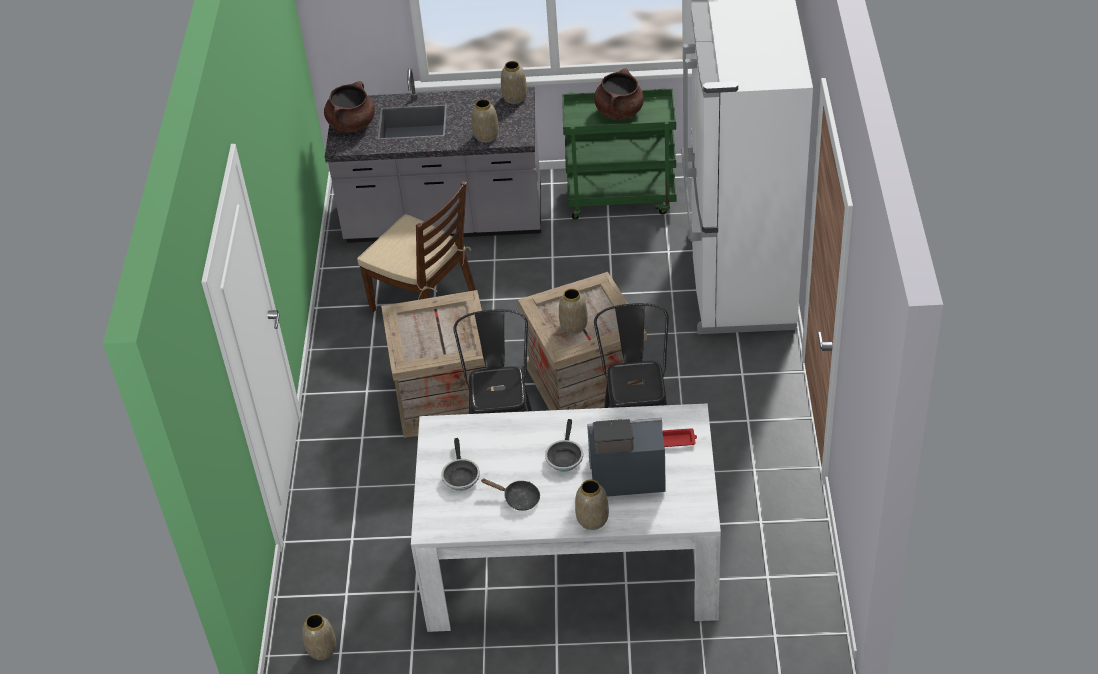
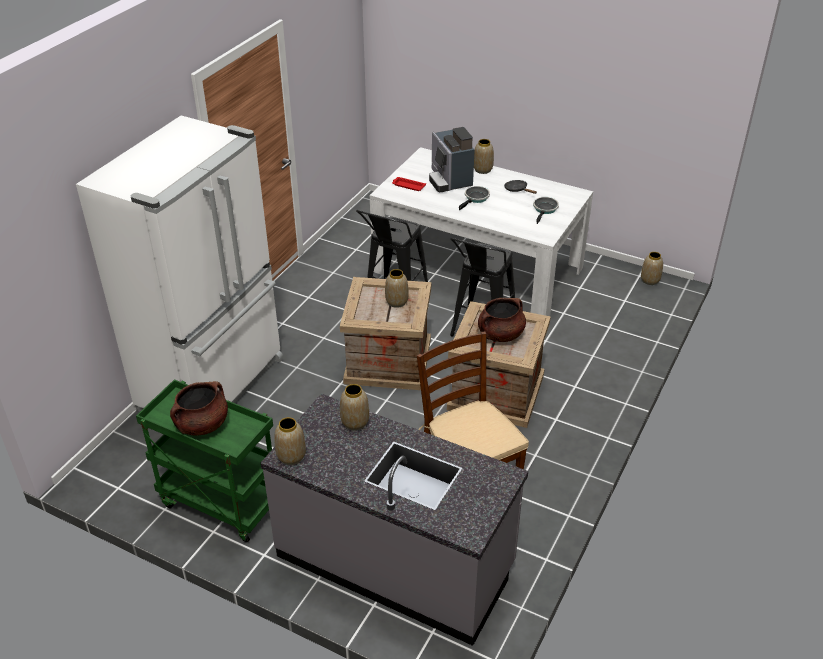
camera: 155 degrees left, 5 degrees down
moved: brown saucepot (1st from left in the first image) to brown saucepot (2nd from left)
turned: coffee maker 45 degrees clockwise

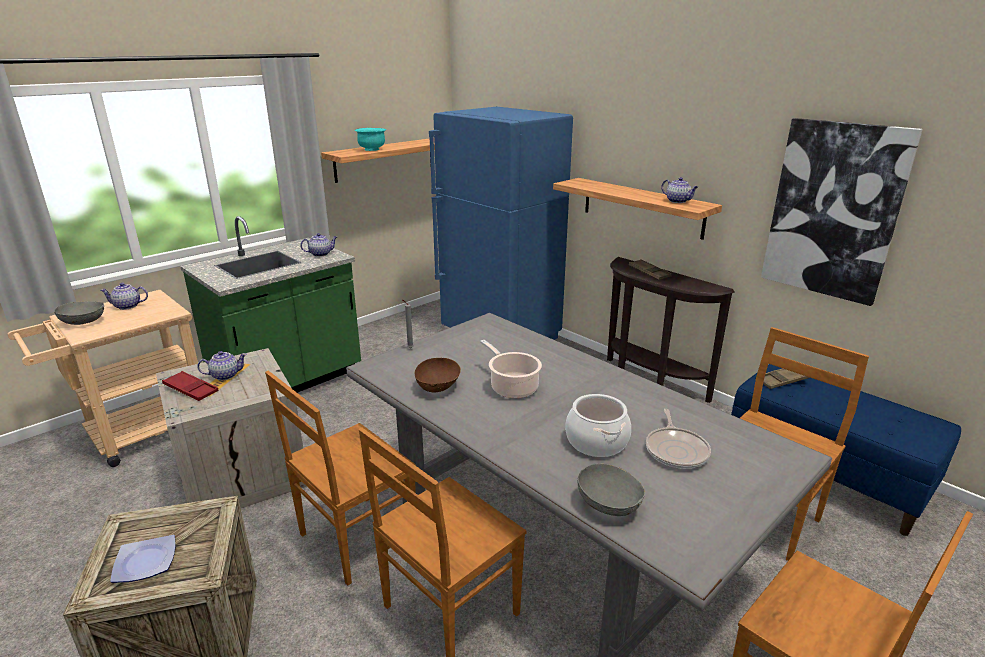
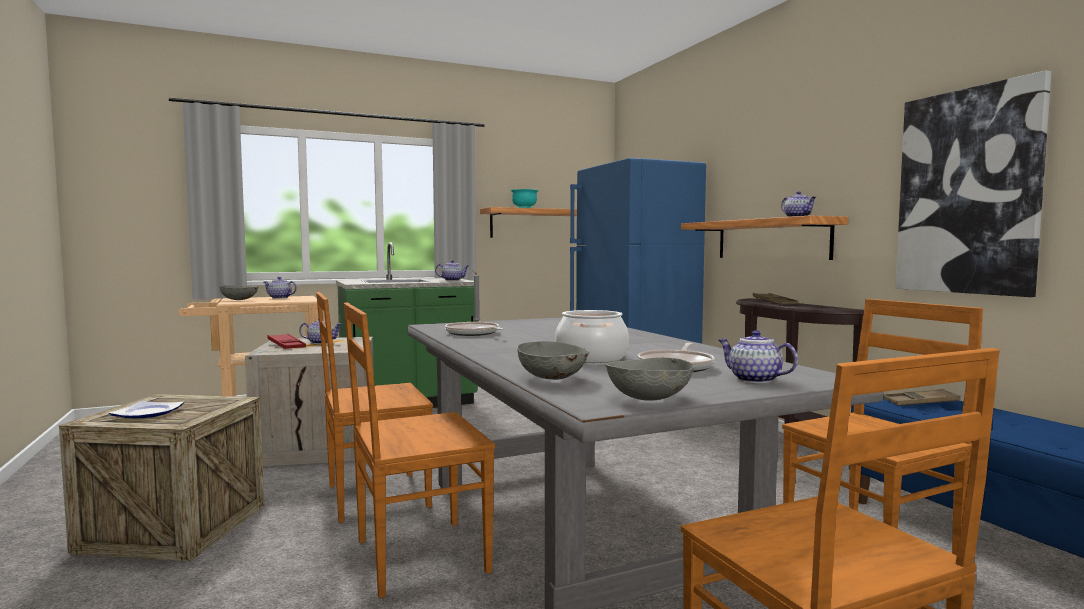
camera: 20 degrees right, 20 degrees down
removed: saucepot (1st from left)
added: greyish serving bowl (3rd from left); tea pot (4th from left)
replaced: brown serving bowl to pan (1st from left)

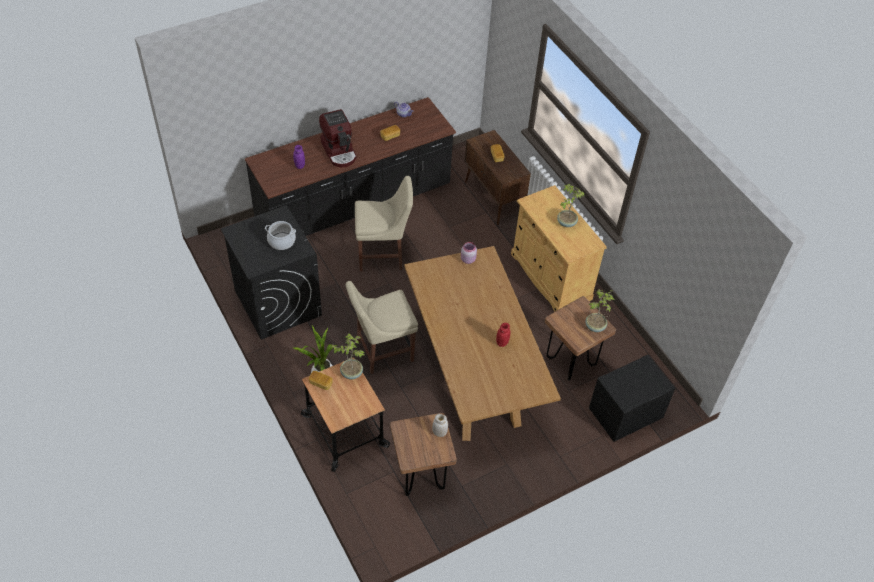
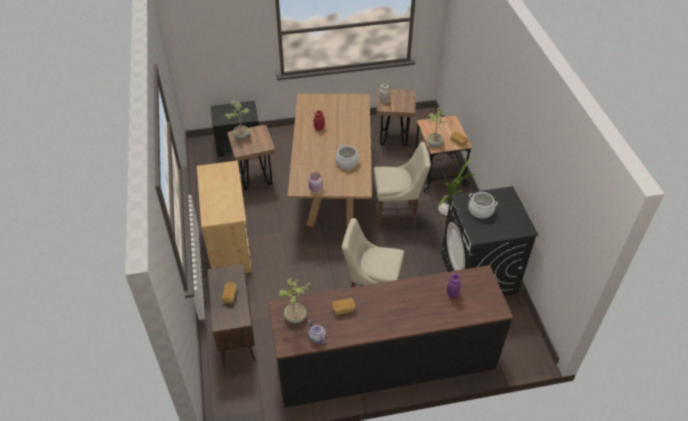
camera: 160 degrees left, 5 degrees down
removed: coffee maker
added: saucepot (1st from left)
moved: houseplant (3rd from left in the first image) to houseplant (2nd from left)

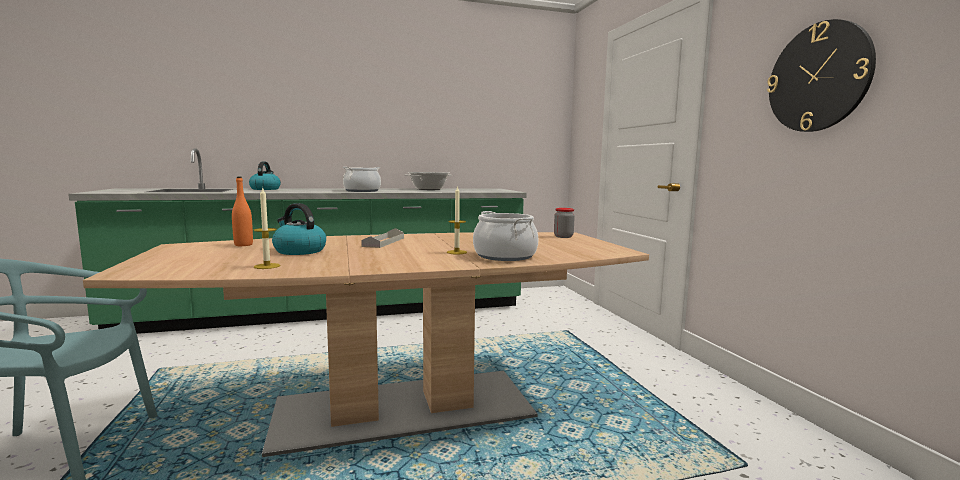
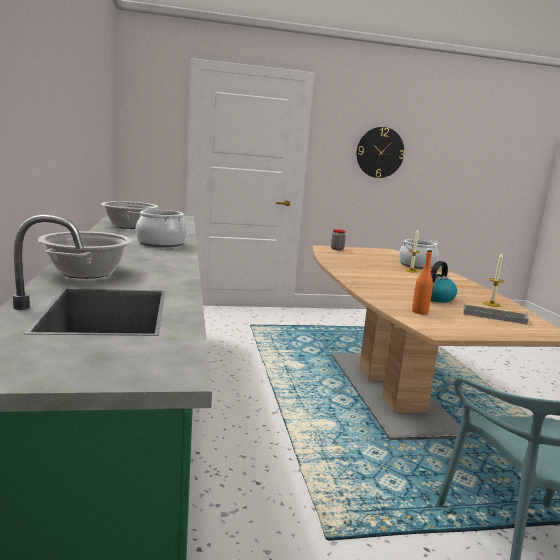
camera: 85 degrees left, 5 degrees up
moved: greyish serving tray
replaced: tea kettle (1st from left) to saucepot (1st from left)

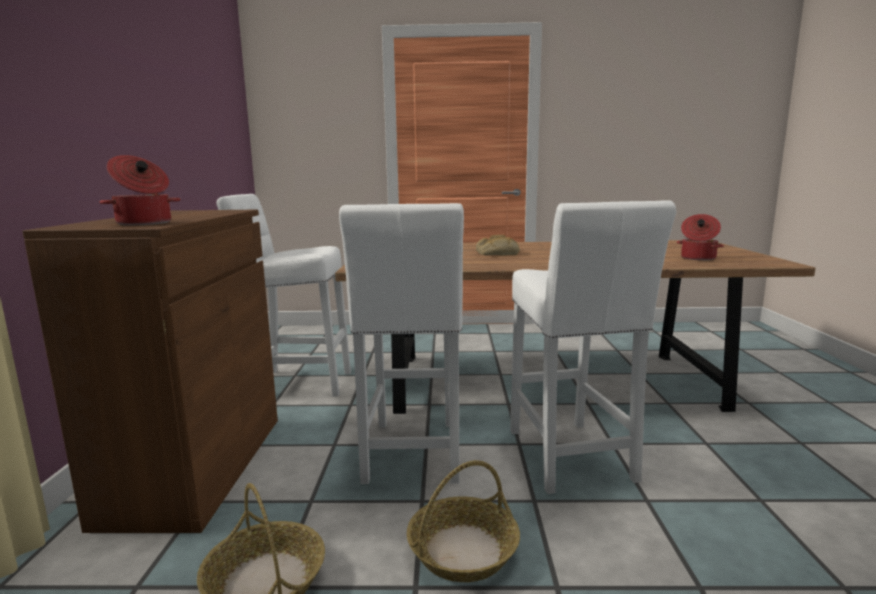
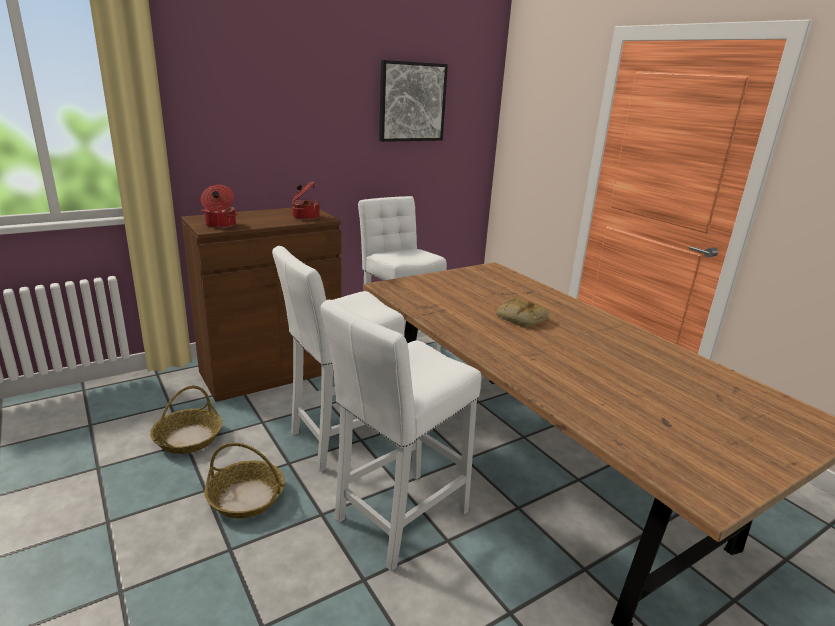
camera: 55 degrees right, 10 degrees up
added: picture
moved: saucepot (2nd from left)

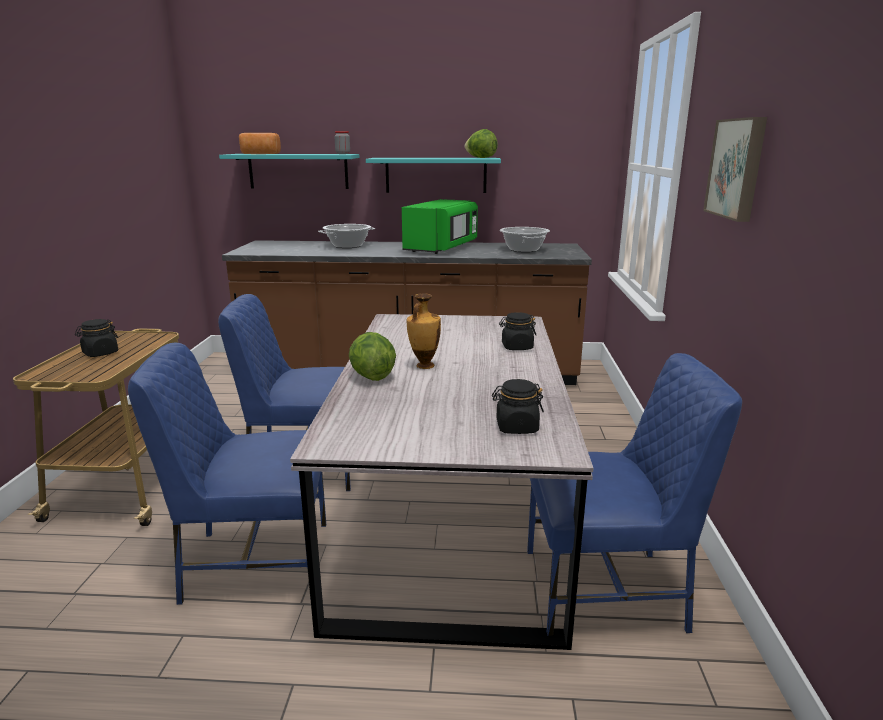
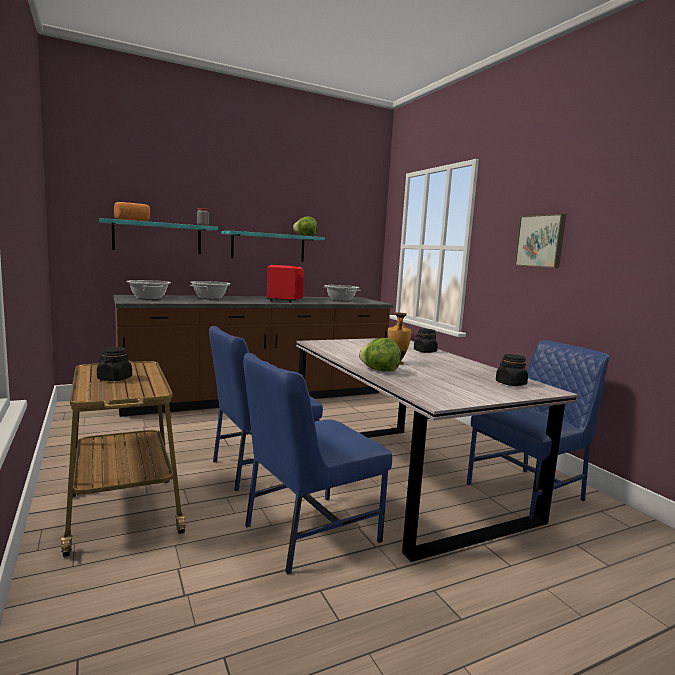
camera: 30 degrees left, 10 degrees down
added: saucepot (1st from left)
recoloured: green microwave oven to red-coloured microwave oven

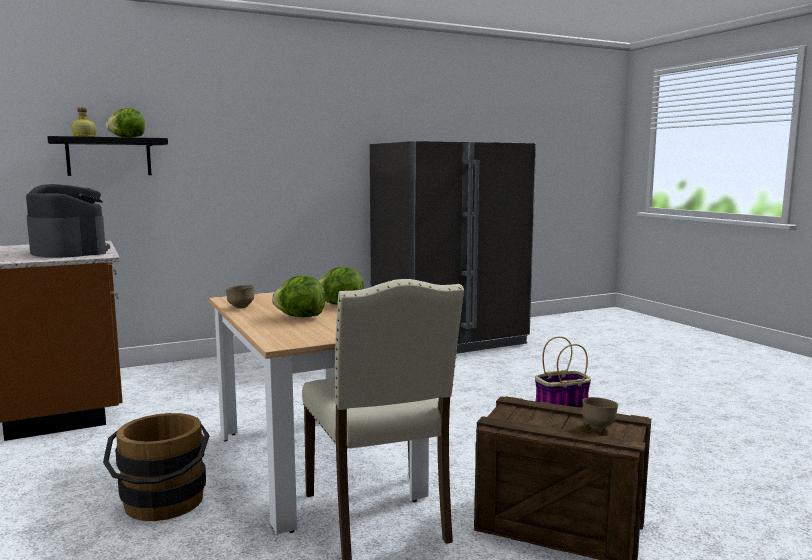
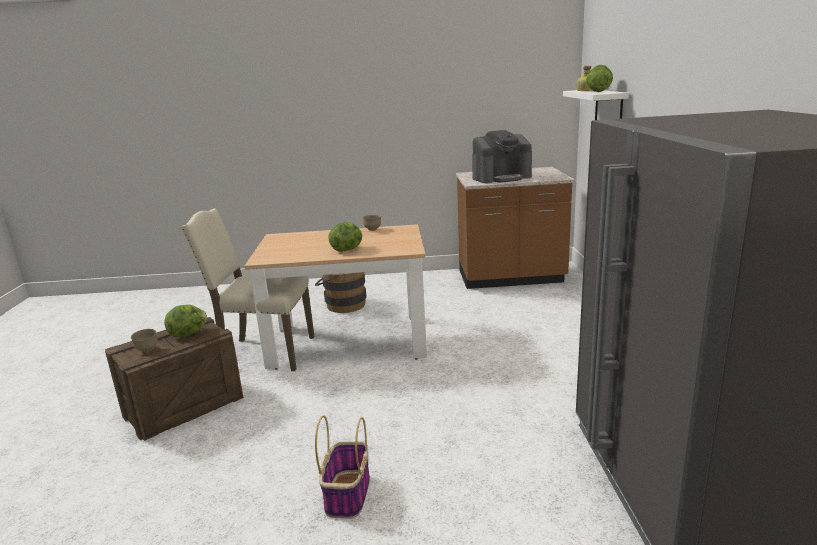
camera: 115 degrees right, 10 degrees up
moved: lettuce head (2nd from left in the first image) to lettuce head (1st from left)
recoloured: blackish bracket shelf to white bracket shelf

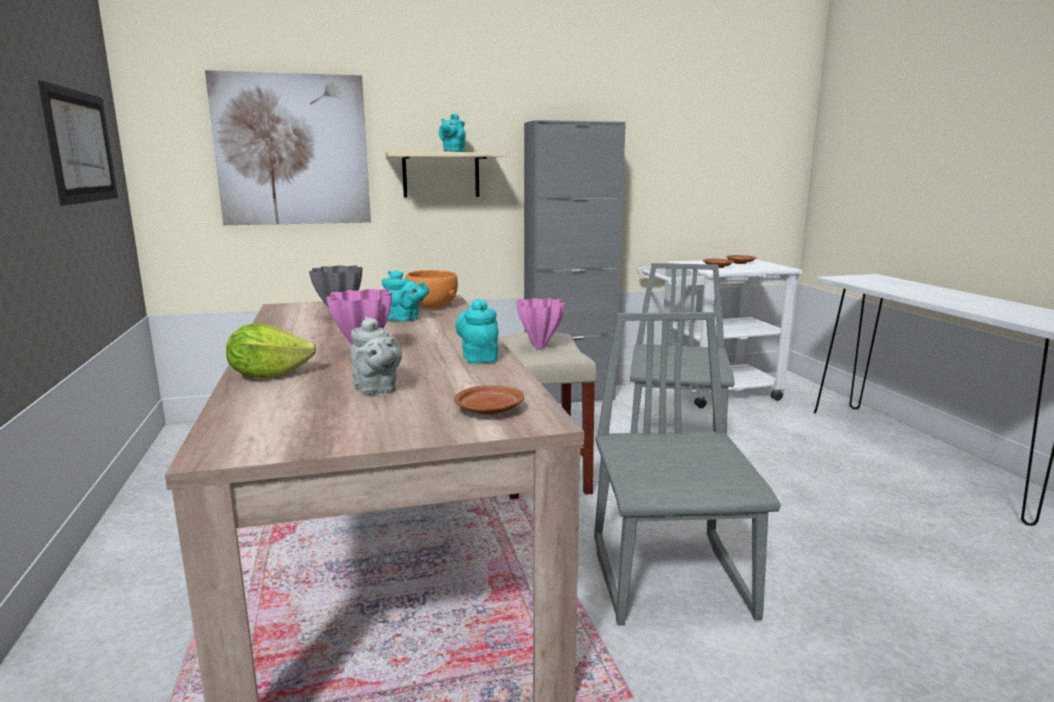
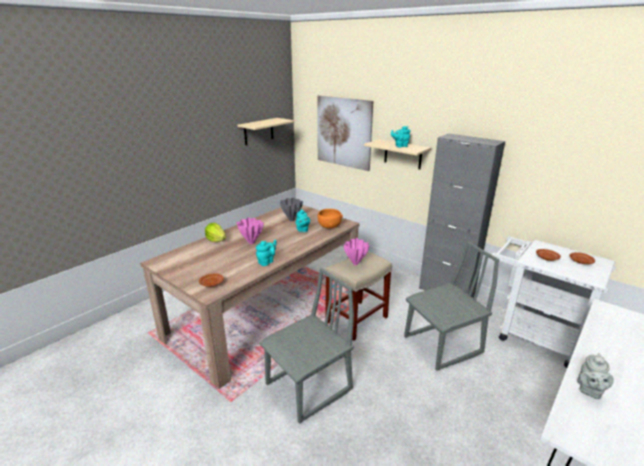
camera: 55 degrees right, 10 degrees up
moved: greyish tea pot
replaced: picture (1st from left) to beige-coloured bracket shelf (1st from left)

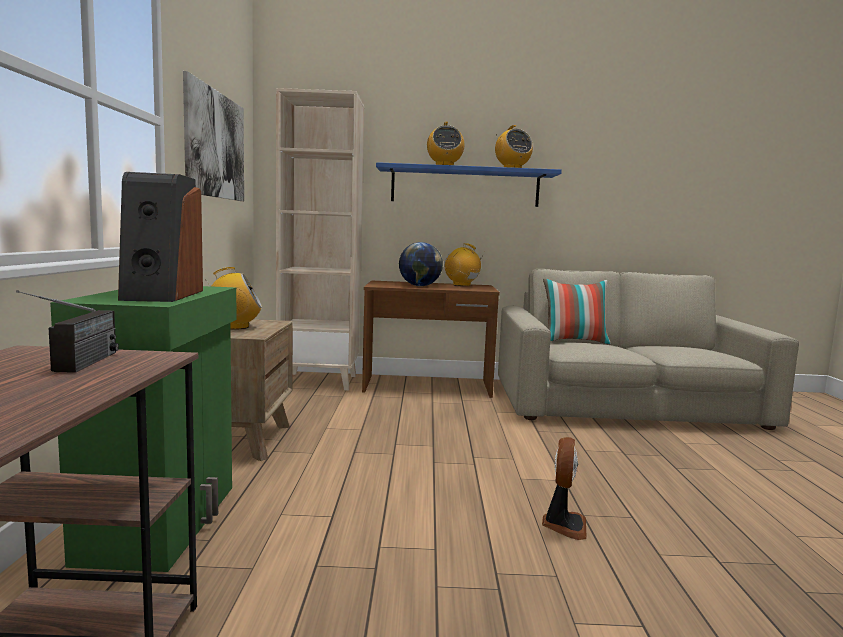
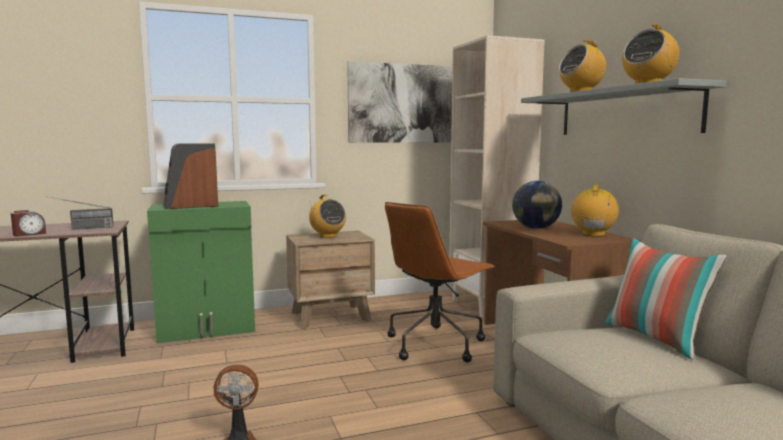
camera: 70 degrees right, 0 degrees up
added: bedside clock; brown desk chair
recoloured: bluish bracket shelf to greyish bracket shelf

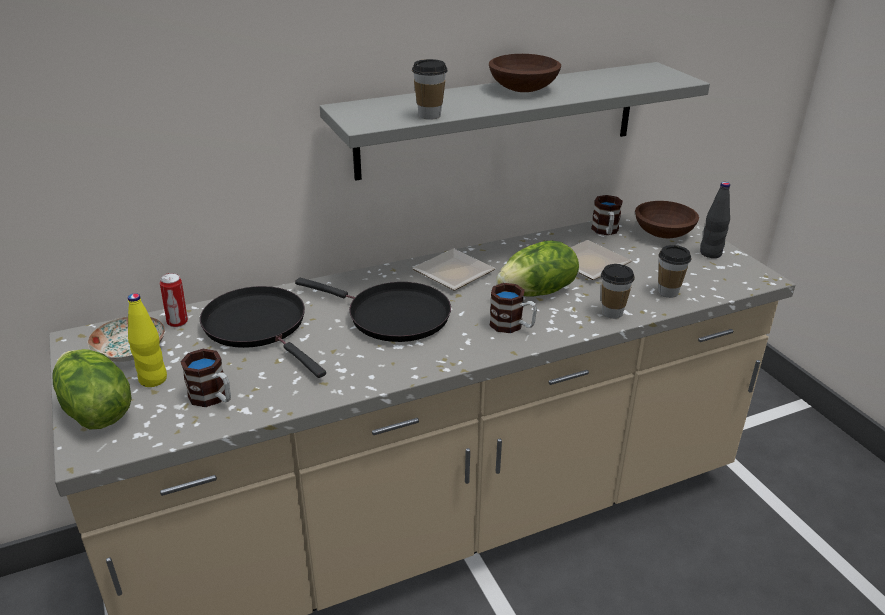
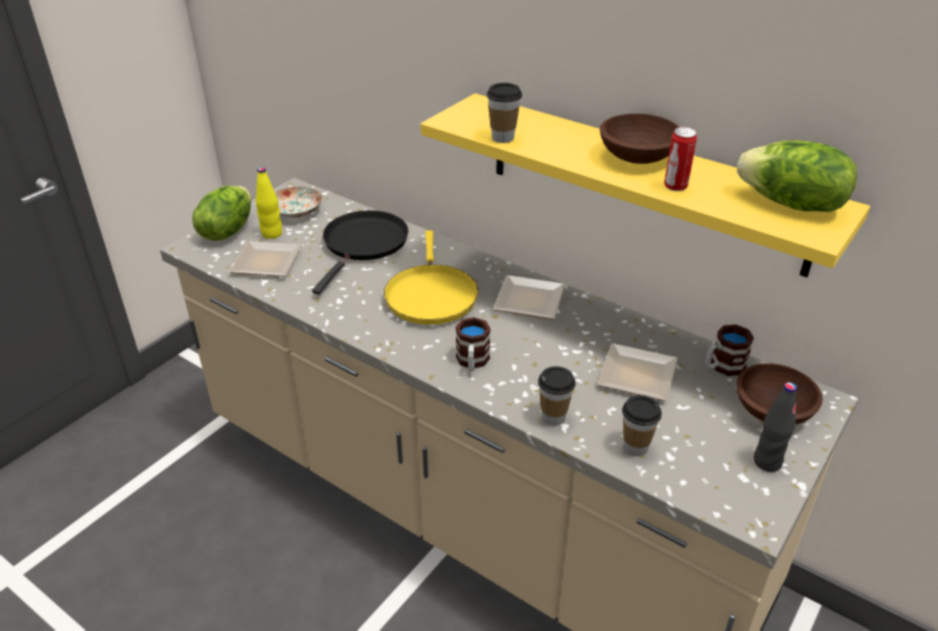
camera: 60 degrees right, 5 degrees up
moved: can; lettuce head (2nd from left)
replaced: mug (1st from left) to flat dish (1st from left)
recoloured: blackish pan (2nd from left) to yellow-coloured pan; greyish bracket shelf to yellow-coloured bracket shelf

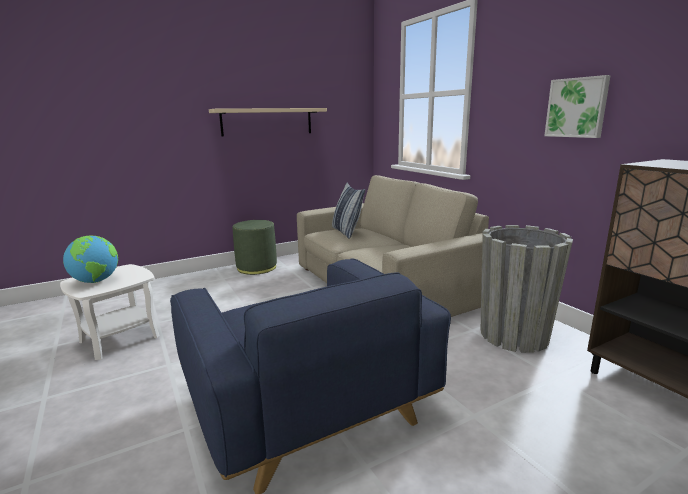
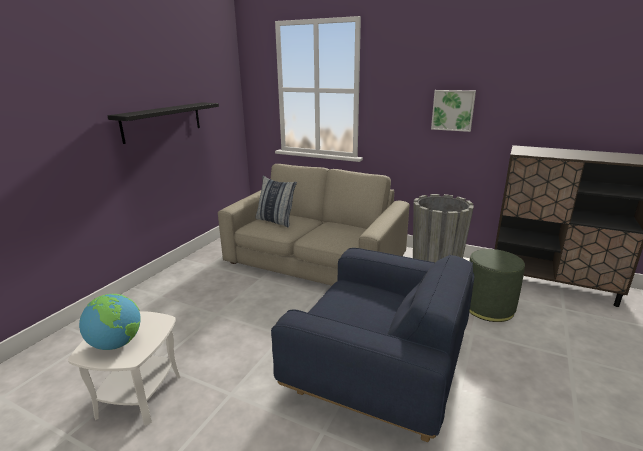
camera: 35 degrees left, 5 degrees up
moved: green footrest
recoloured: beige-coloured bracket shelf to blackish bracket shelf

